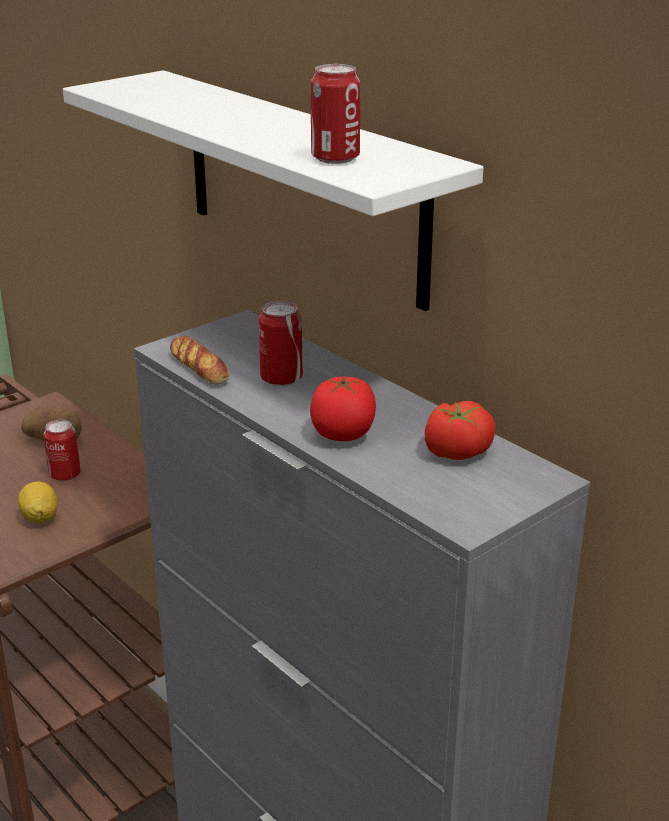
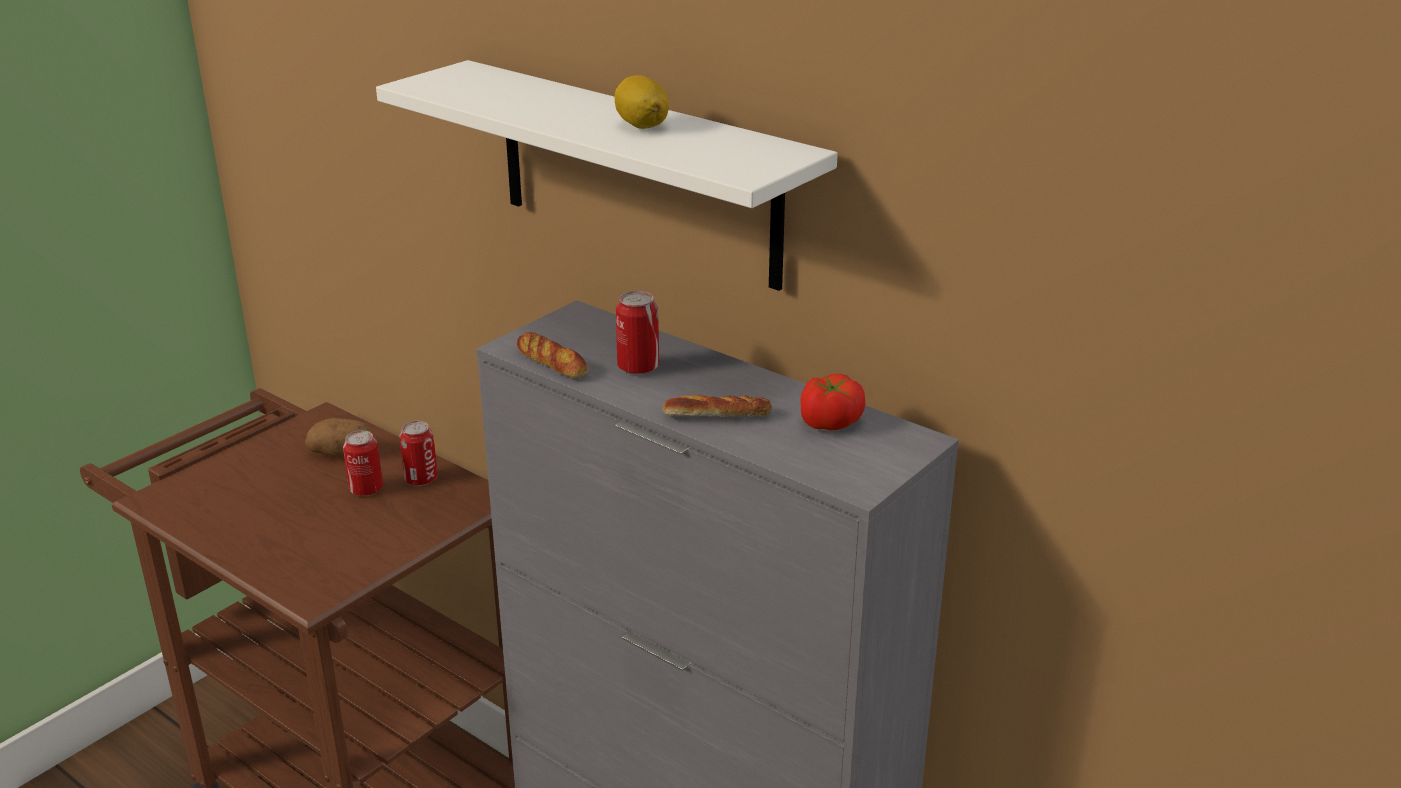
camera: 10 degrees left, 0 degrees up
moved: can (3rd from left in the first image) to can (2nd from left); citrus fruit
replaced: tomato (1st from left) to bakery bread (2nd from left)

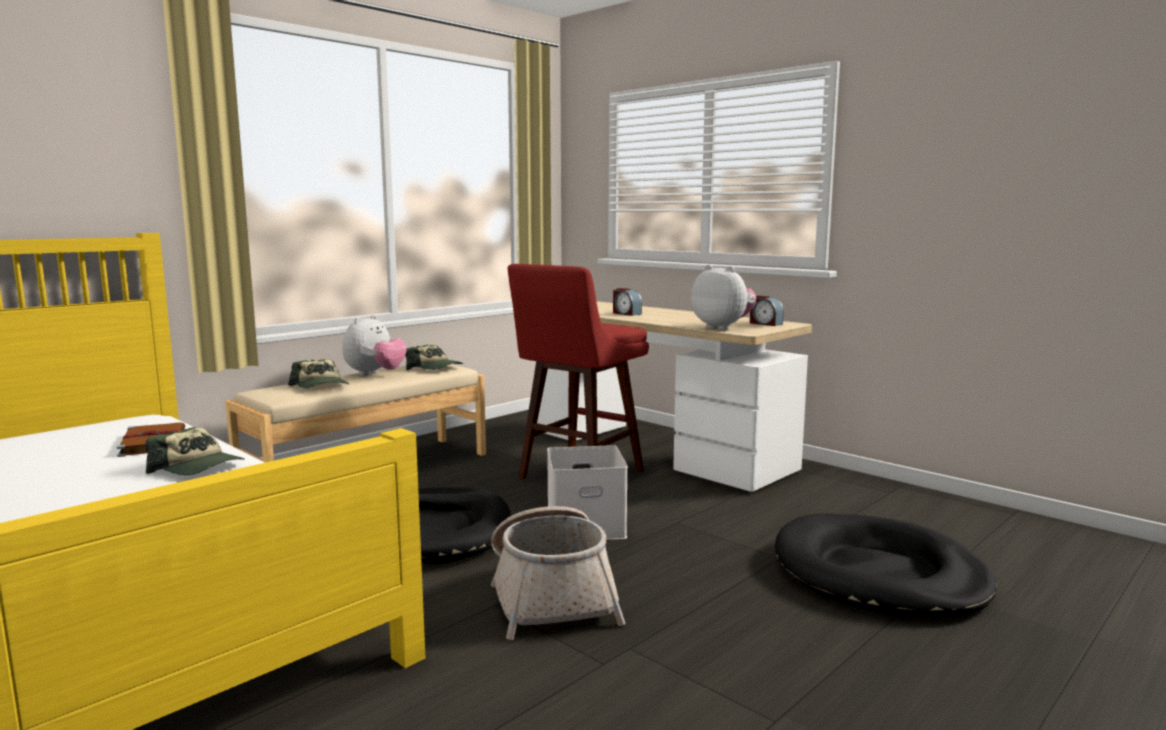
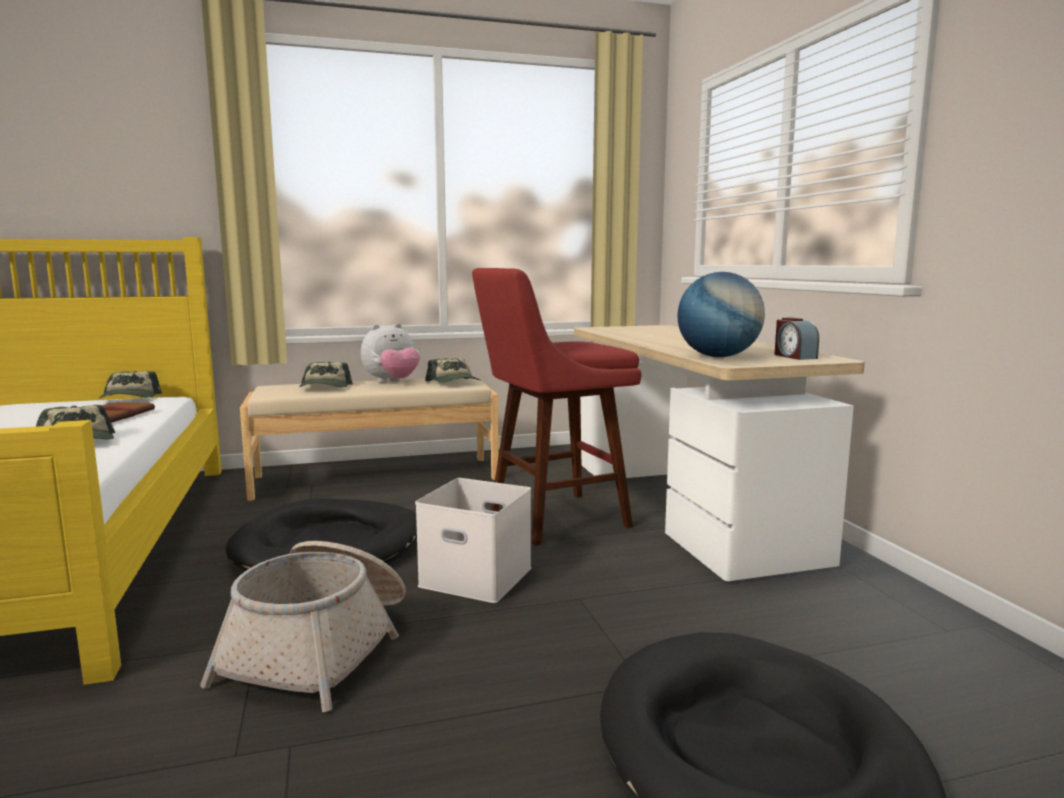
camera: 30 degrees right, 0 degrees up
removed: bedside clock (1st from left)
added: peaked cap (2nd from left)
replaced: cuddly toy (2nd from left) to world globe

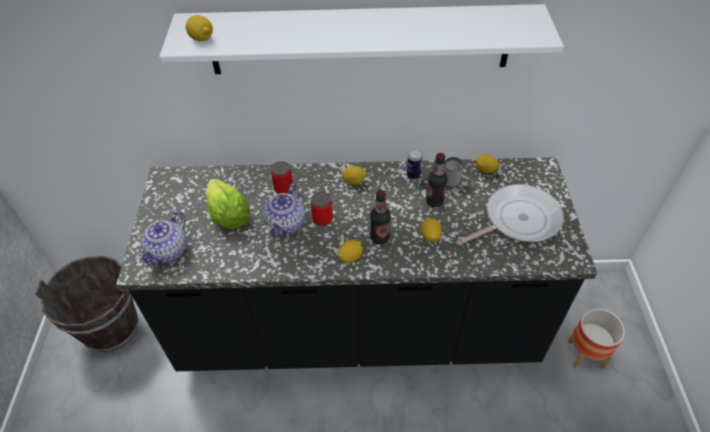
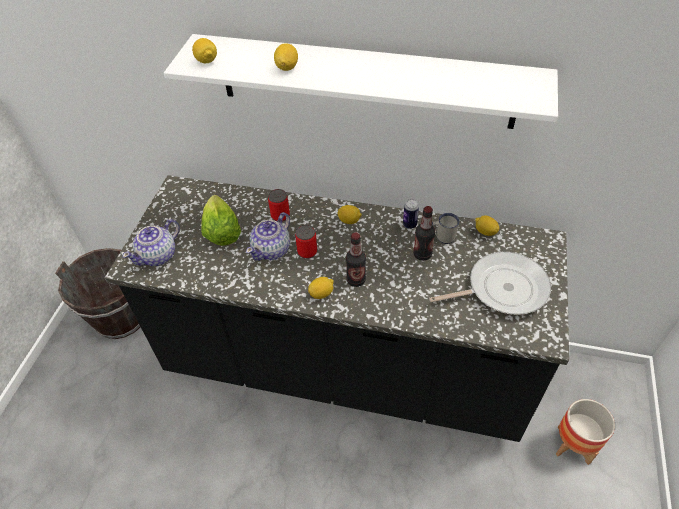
camera: 15 degrees right, 0 degrees up
moved: citrus fruit (4th from left in the first image) to citrus fruit (2nd from left)

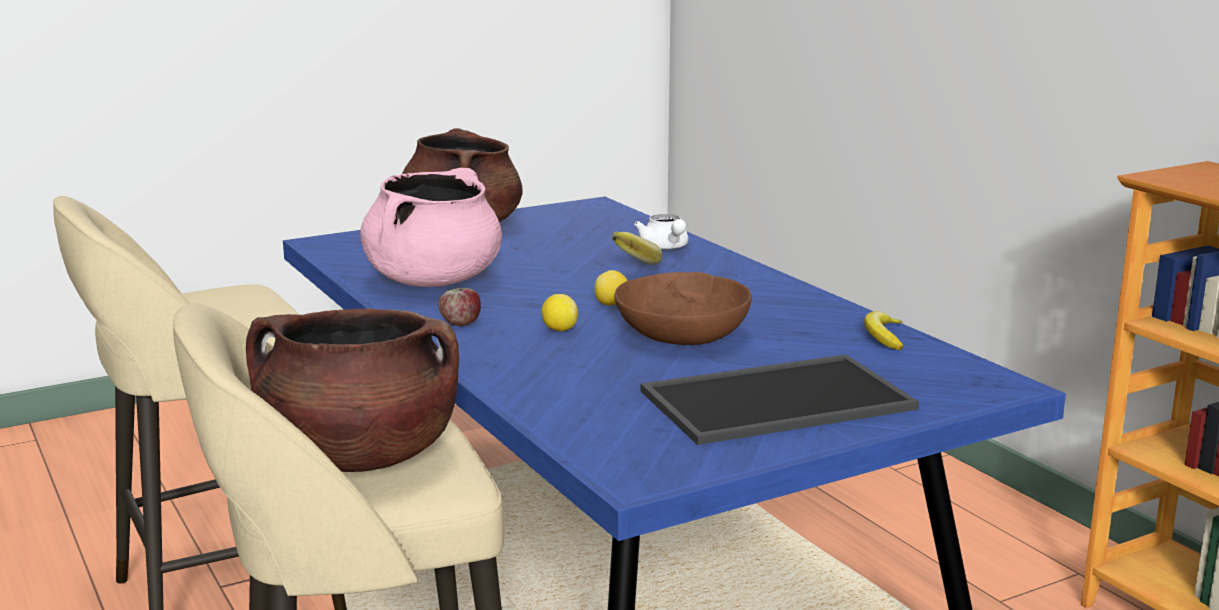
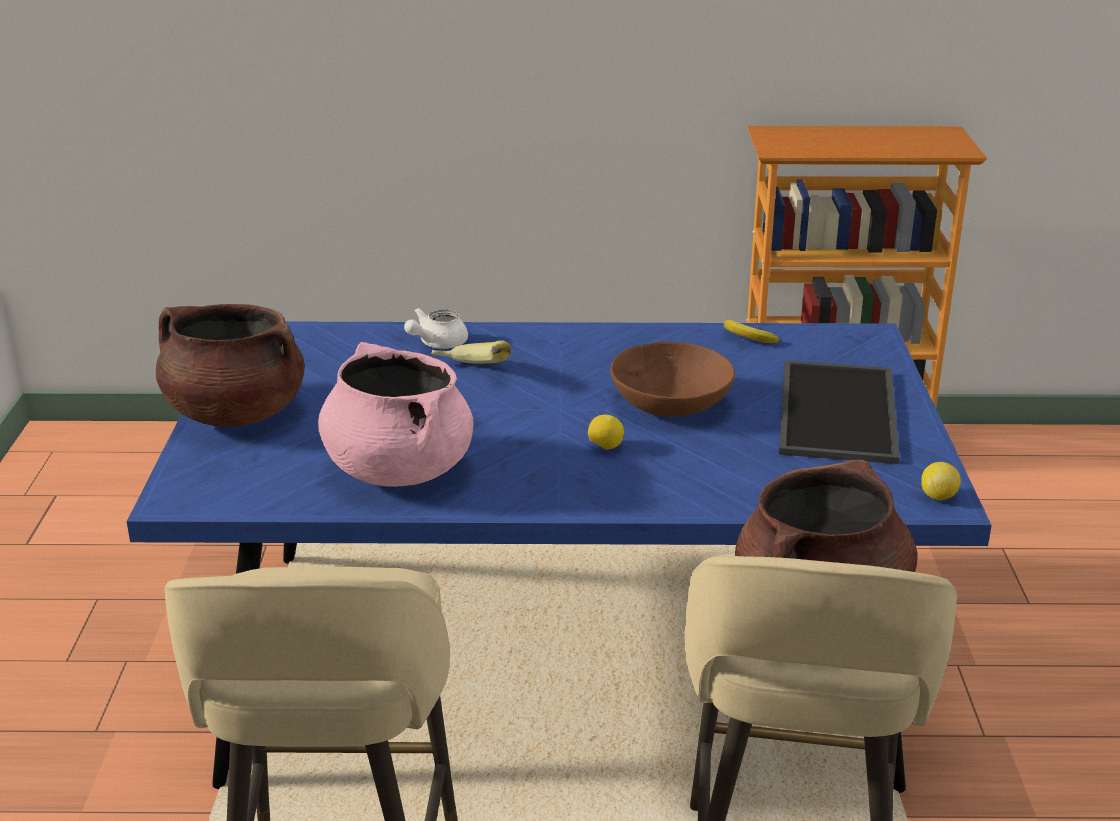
camera: 60 degrees left, 10 degrees up
removed: apple fruit
moved: citrus fruit (2nd from left)
turned: white tea pot 120 degrees clockwise

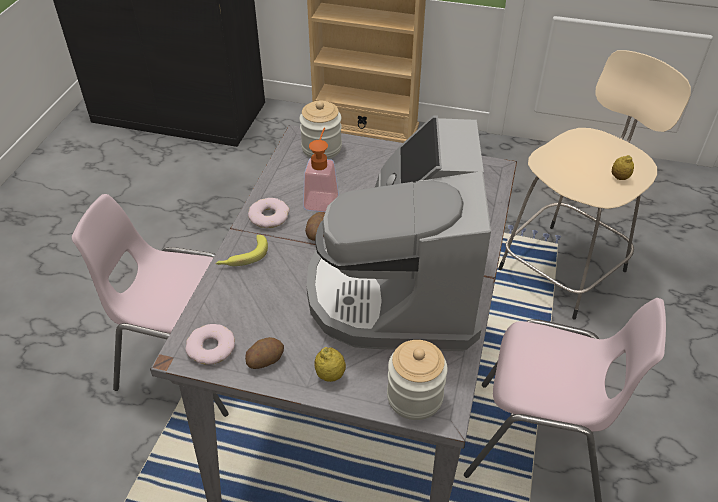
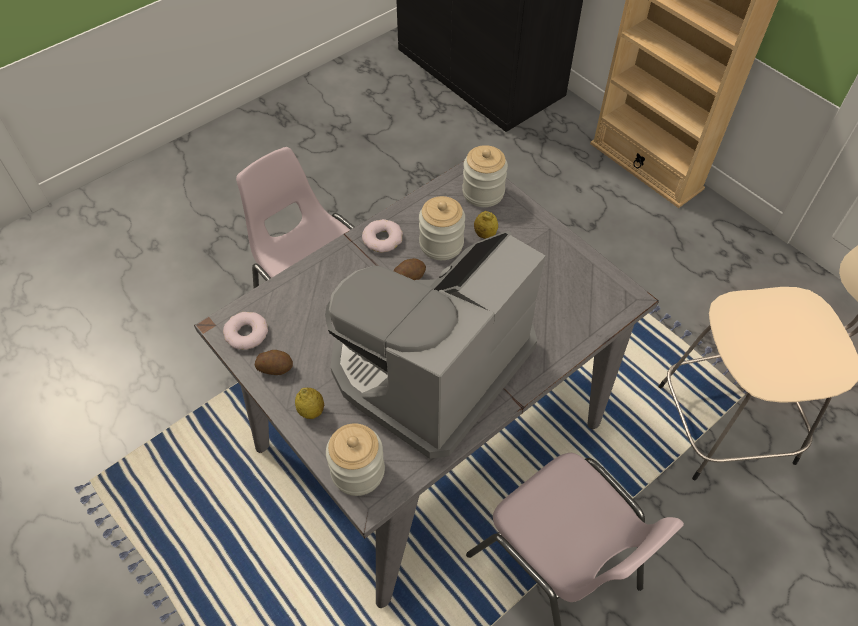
camera: 35 degrees right, 10 degrees up
removed: banana fruit
moved: citrus fruit (2nd from left)
replaced: liquid soap bottle to preserve jar (2nd from left)

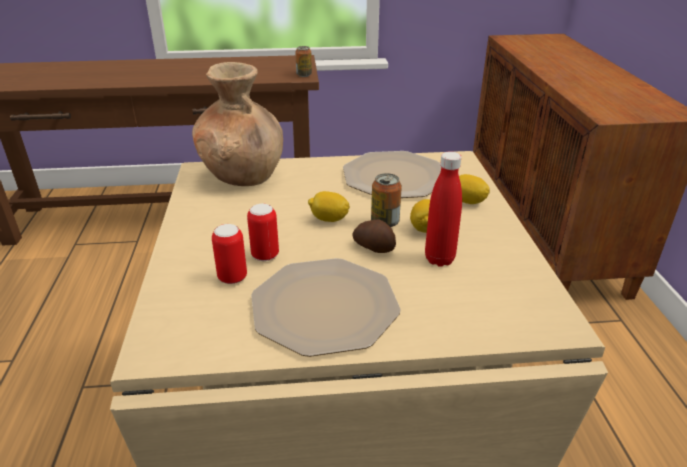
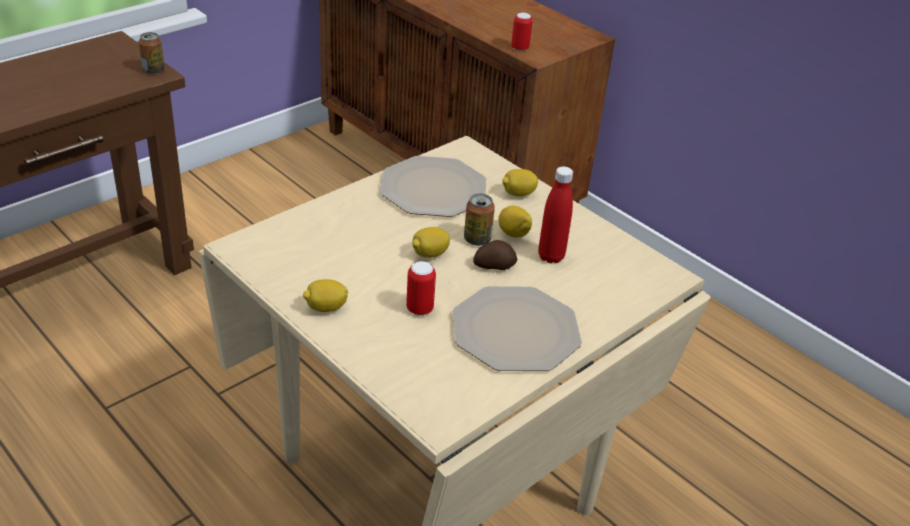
camera: 40 degrees left, 5 degrees up
removed: brown vase
added: citrus fruit (1st from left)
moved: can (1st from left in the first image) to can (4th from left)

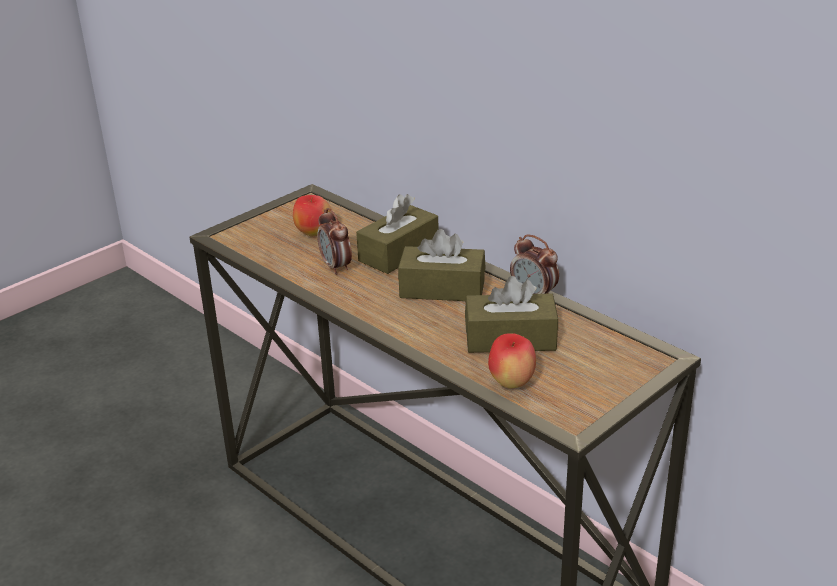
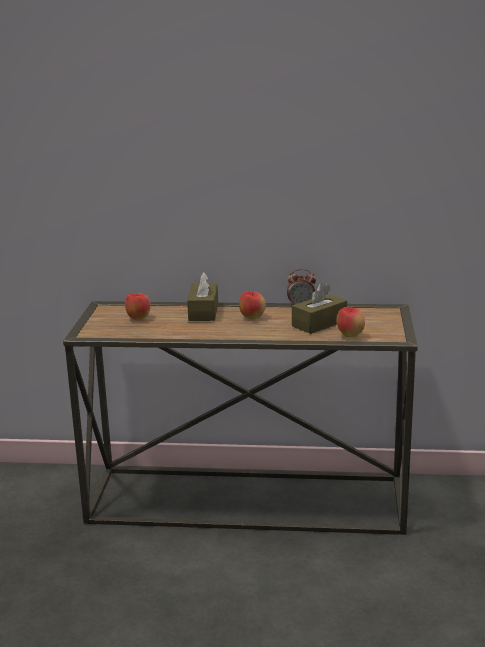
camera: 40 degrees left, 10 degrees down
removed: bedside clock (1st from left)
replaced: brown box of tissues (2nd from left) to apple fruit (2nd from left)

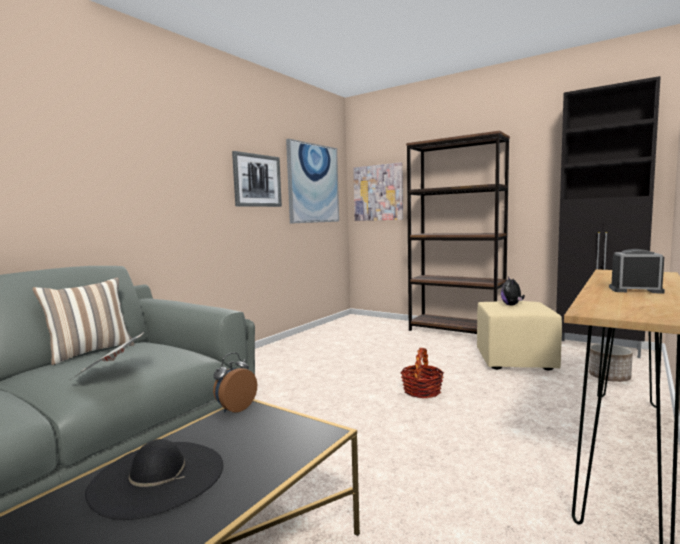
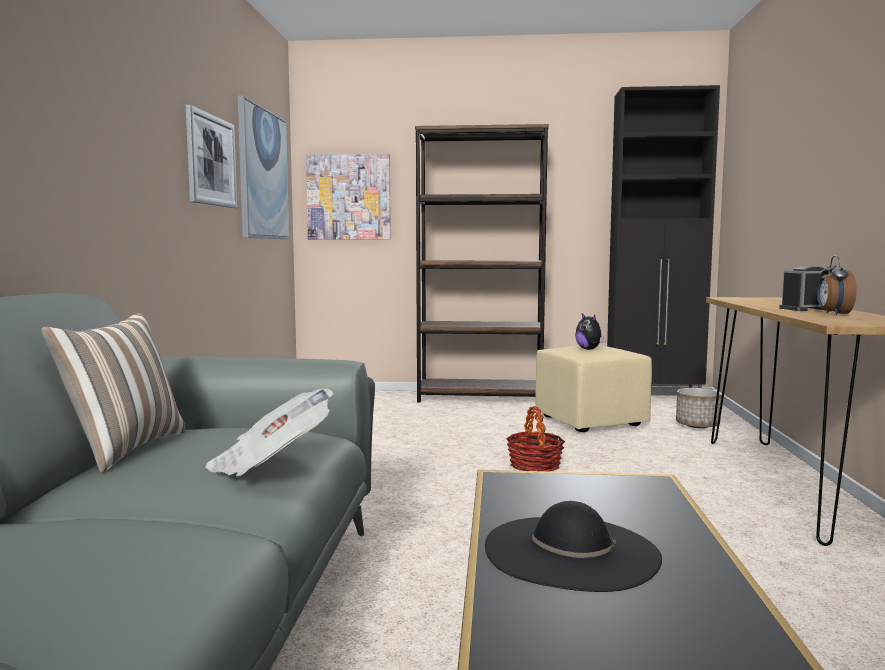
camera: 30 degrees left, 0 degrees up
moved: bedside clock (1st from left in the first image) to bedside clock (2nd from left)

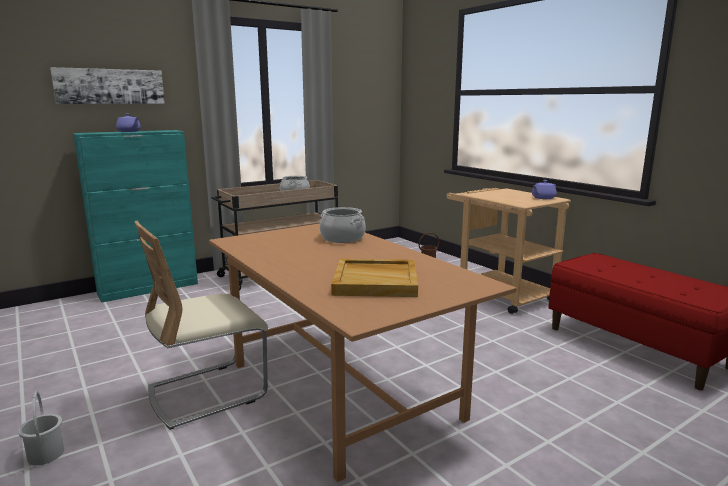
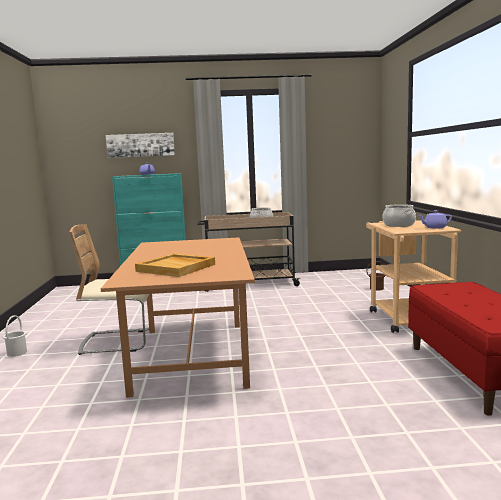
camera: 30 degrees right, 5 degrees down
moved: saucepot (2nd from left)

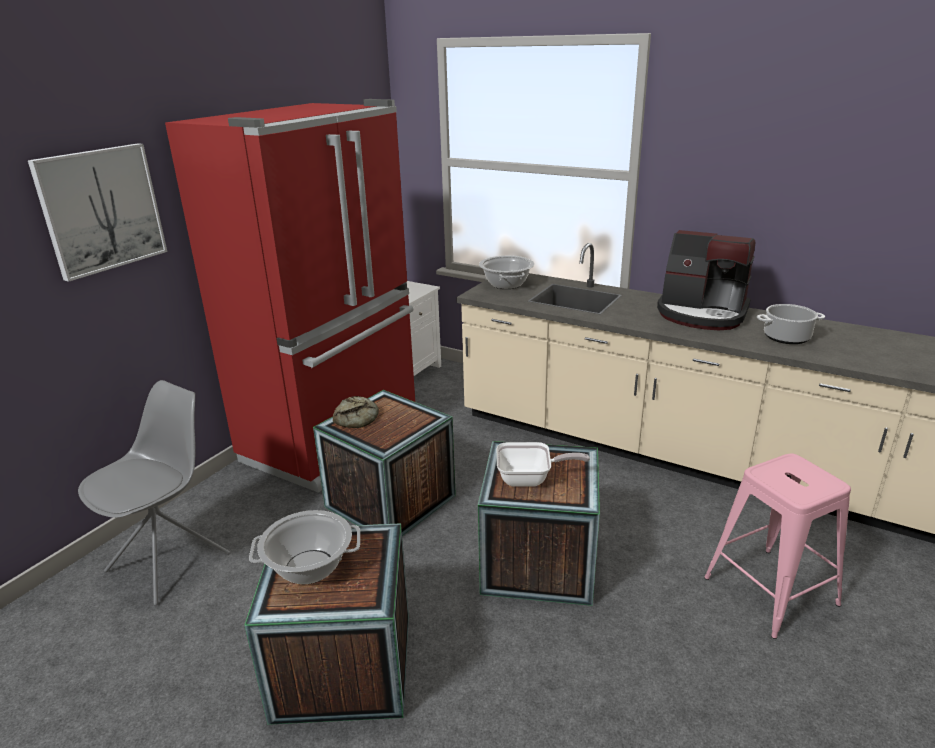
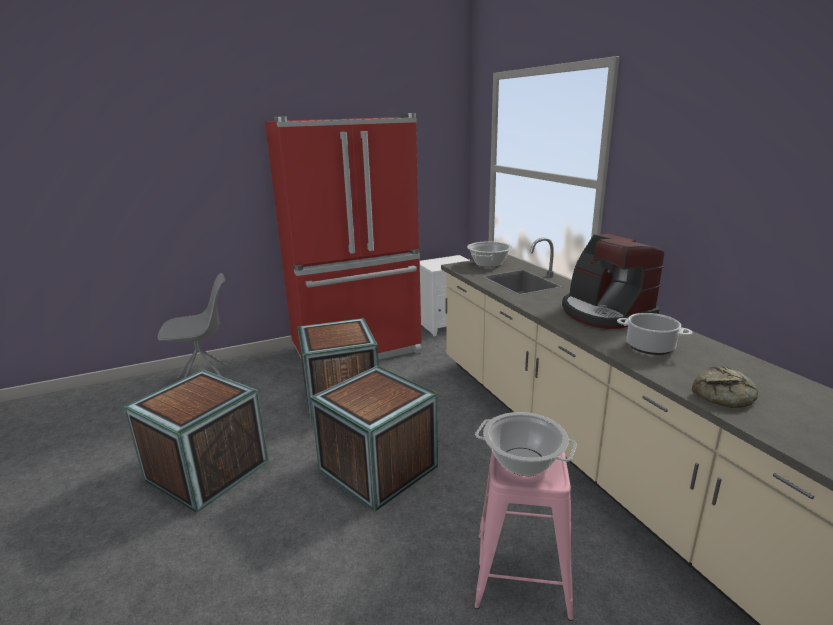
camera: 35 degrees right, 5 degrees down
removed: picture; pan
moved: saucepot (1st from left in the first image) to saucepot (2nd from left); bakery bread

